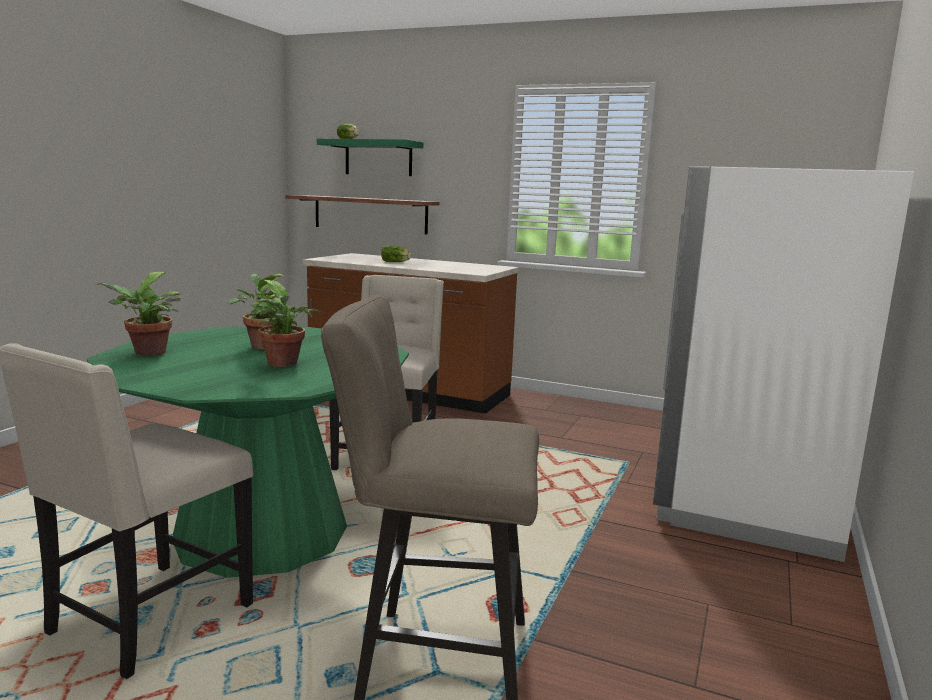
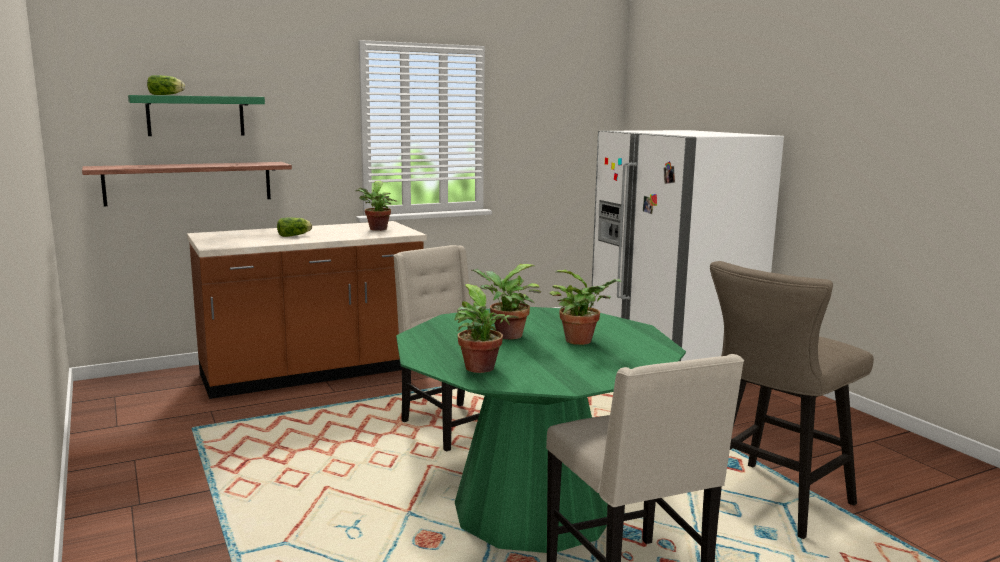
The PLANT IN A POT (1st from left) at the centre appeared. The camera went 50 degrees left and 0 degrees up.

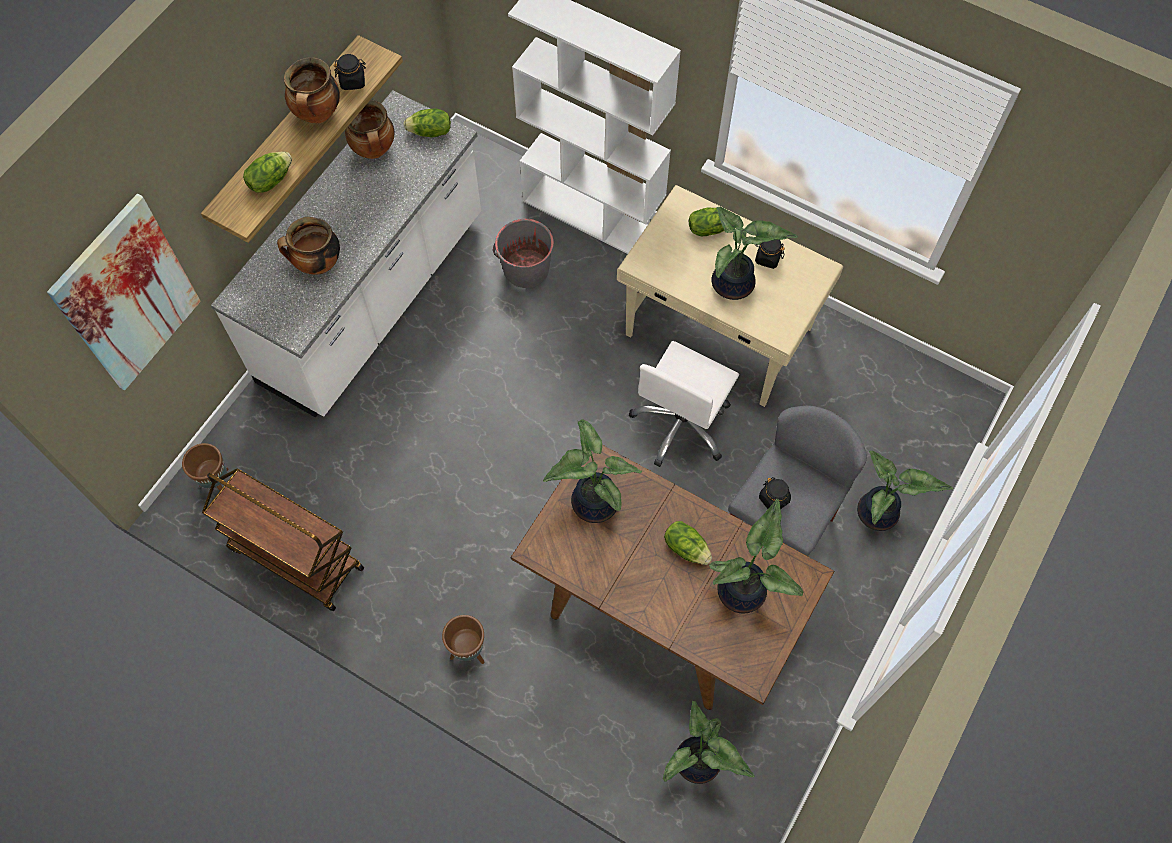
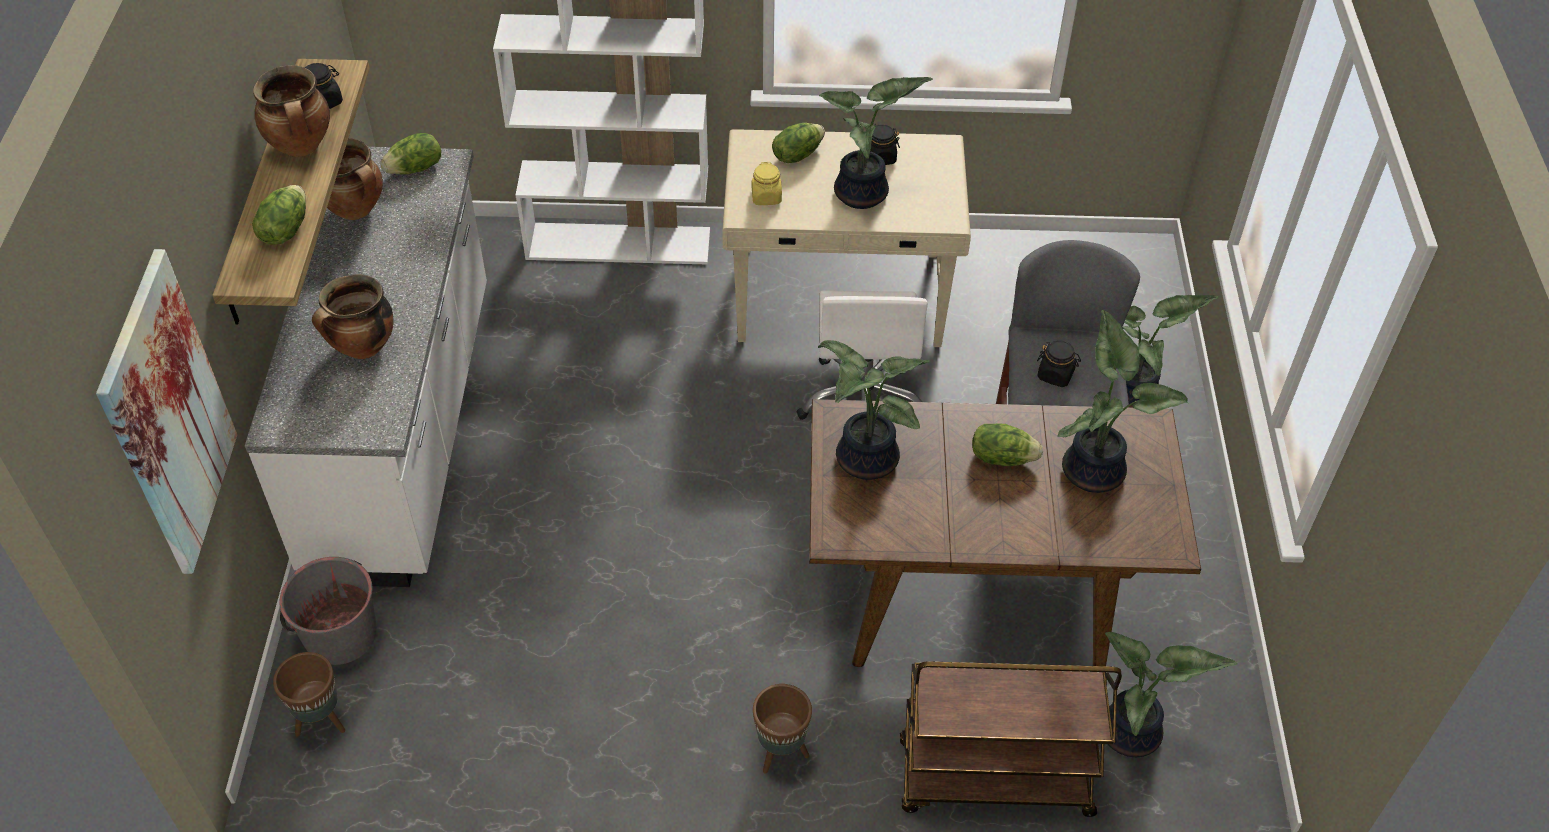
The GRAY PAIL moved from the top centre to the bottom left. The BROWN CART moved from the middle left to the bottom centre. The YELLOW-COLOURED STORAGE JAR at the top centre appeared. The camera went 30 degrees left and 15 degrees down.

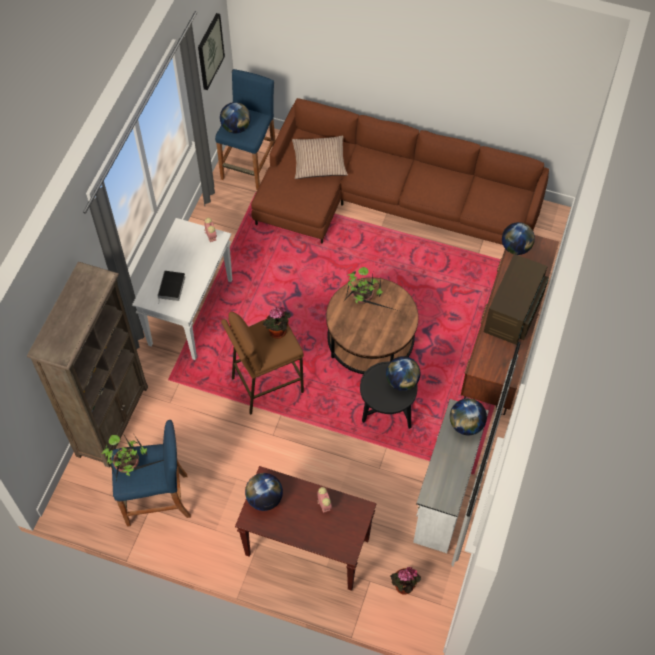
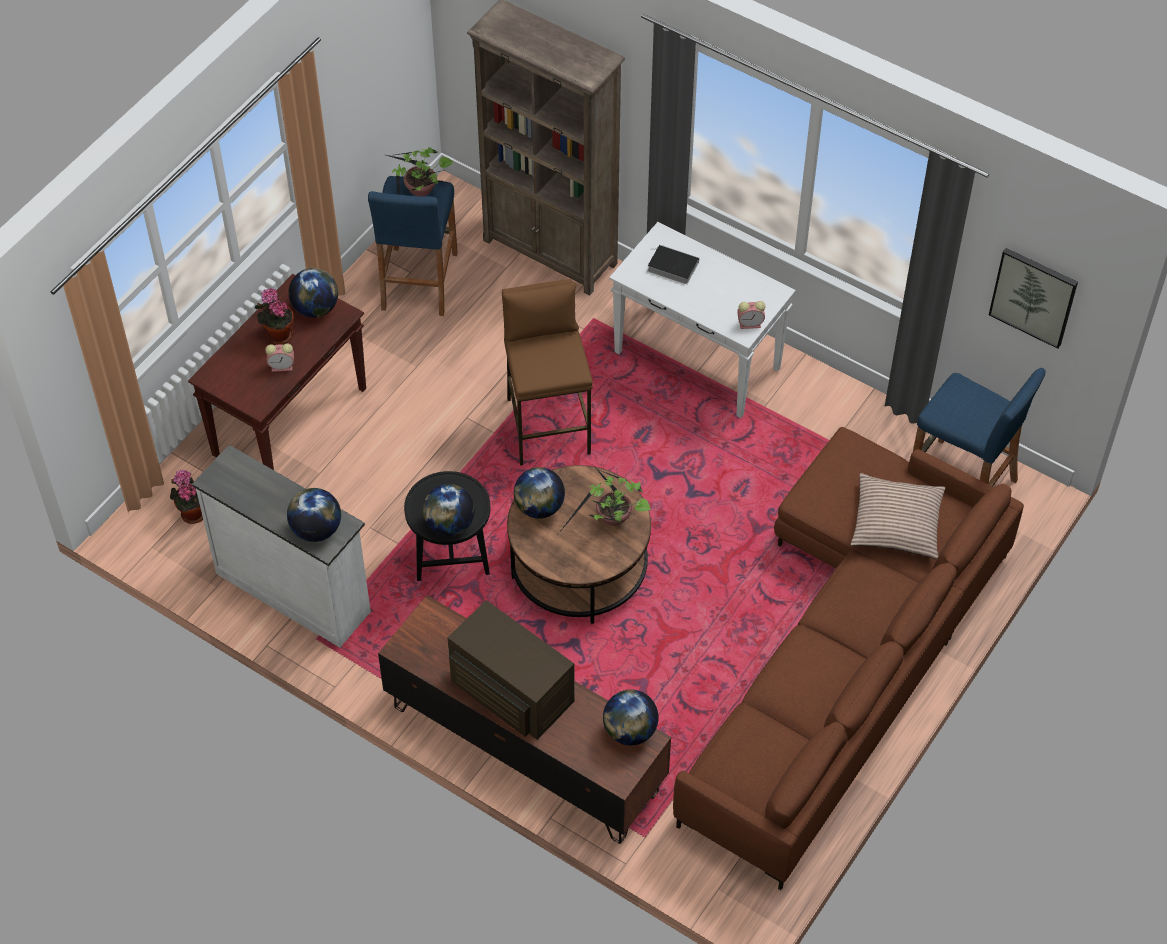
The GLOBE (1st from left in the first image) moved from the top centre to the centre. The PLANT IN A POT (2nd from left) moved from the centre to the middle left. The camera went 105 degrees right and 5 degrees down.

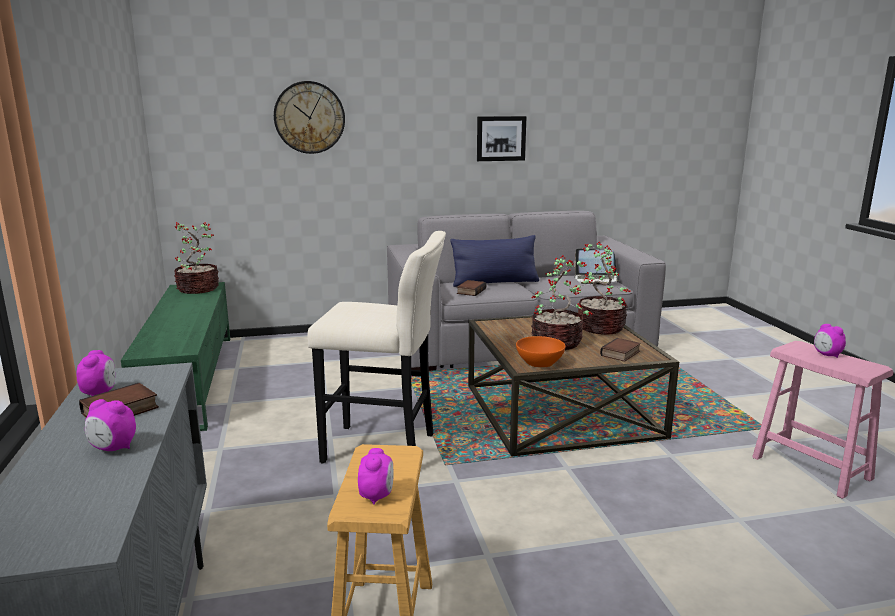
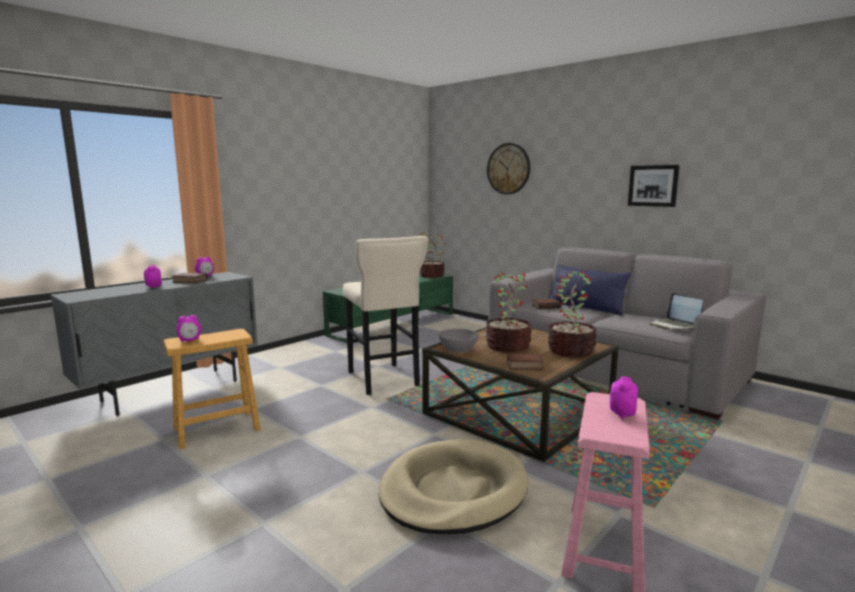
The ORANGE-COLOURED BOWL at the centre became the GRAY BOWL at the centre. The BEIGE-COLOURED DOG CUSHION at the bottom centre appeared. The camera went 55 degrees right and 5 degrees down.

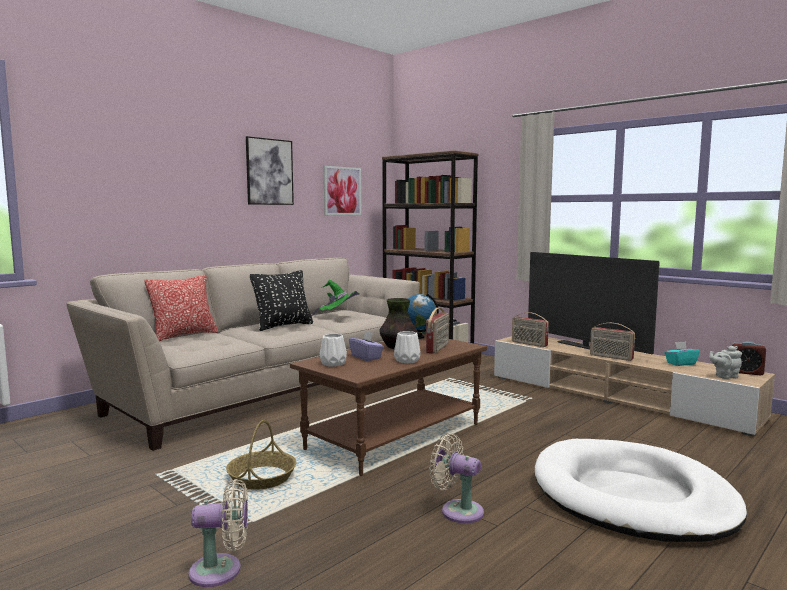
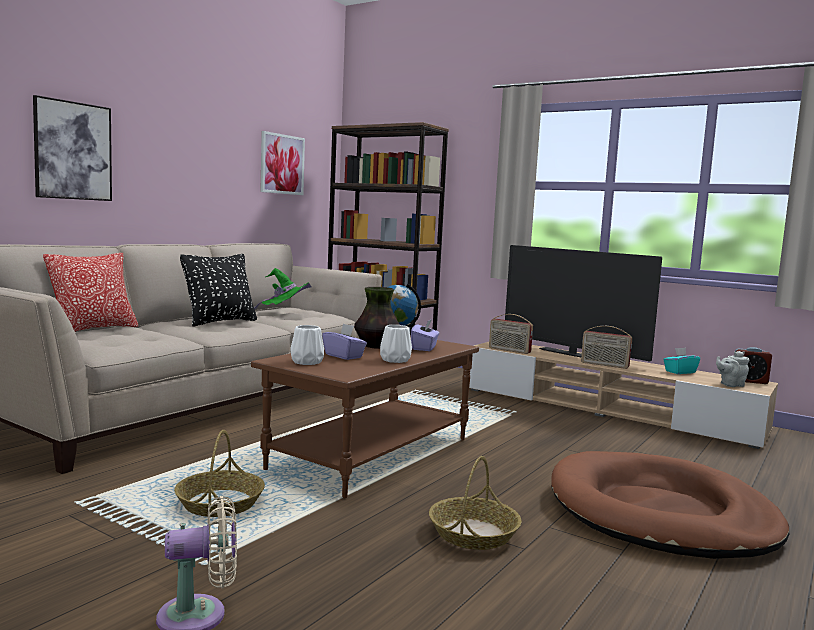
The WALL ART (1st from left) moved from the top centre to the top left. The RADIO (1st from left) at the centre was replaced by the PURPLISH TISSUE BOX (2nd from left) at the centre. The BEIGE-COLOURED ELECTRIC FAN (2nd from left) at the bottom centre was replaced by the BASKET (2nd from left) at the bottom centre. The WHITE-COLOURED DOG CUSHION at the bottom right became the BROWN DOG CUSHION at the bottom right. The camera went 10 degrees left and 0 degrees up.

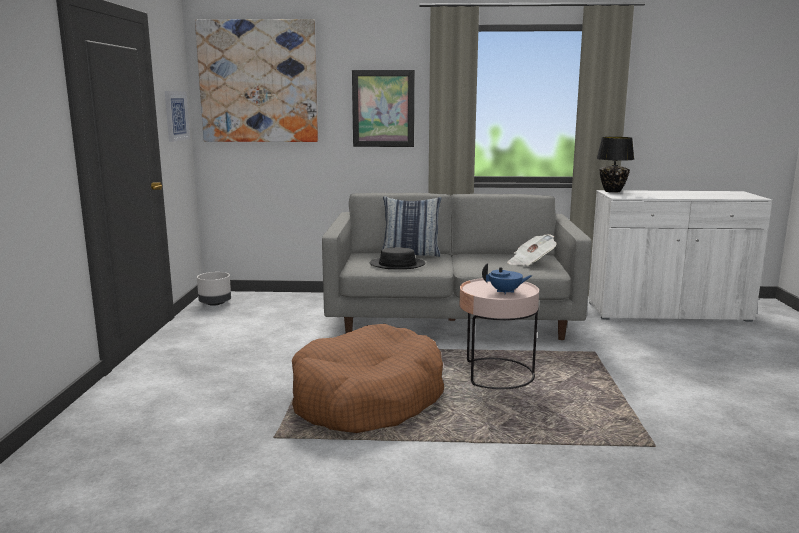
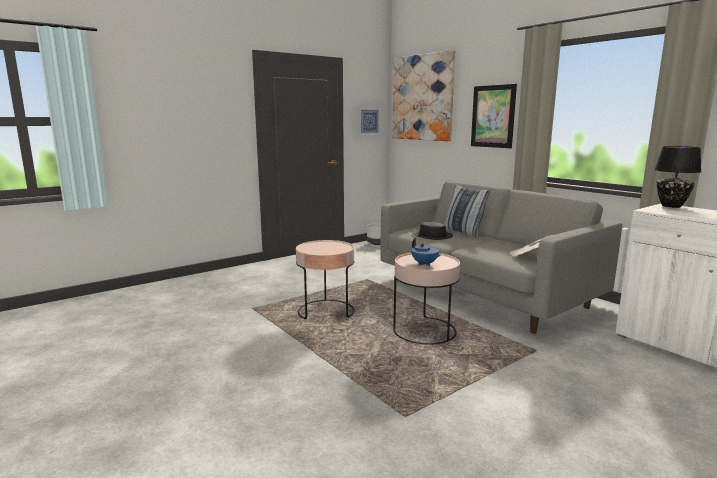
The BROWN DOG CUSHION at the bottom centre was replaced by the PINKISH SIDE TABLE (1st from left) at the centre. The camera went 50 degrees right and 0 degrees up.

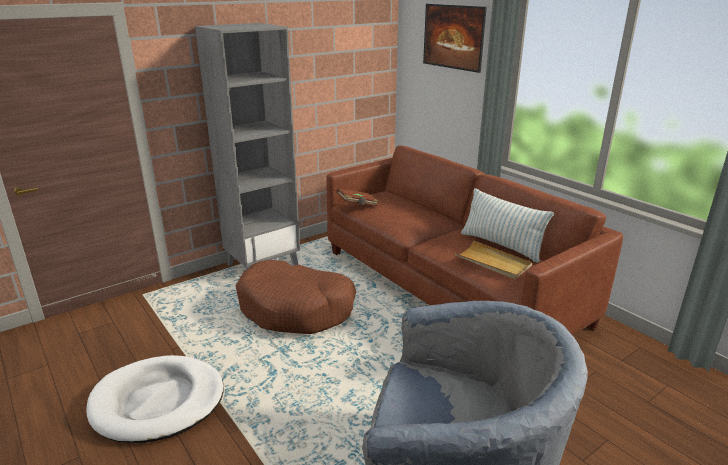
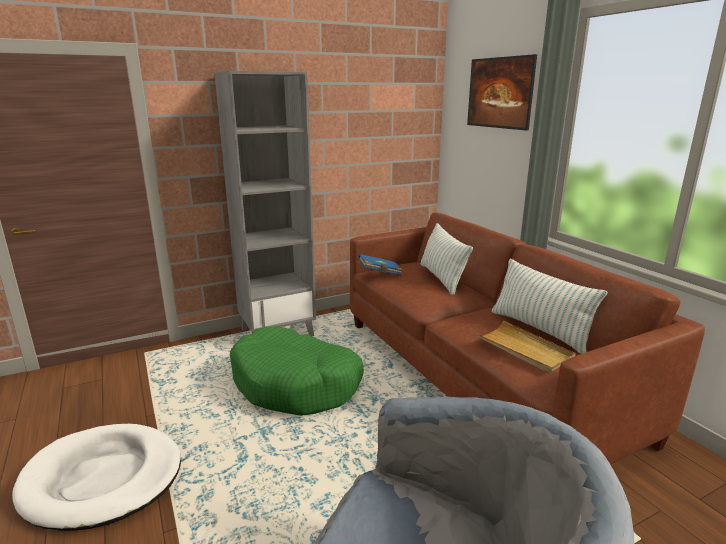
The BROWN VOLUME at the centre became the BLUISH VOLUME at the centre. The BROWN DOG CUSHION at the centre became the GREEN-COLOURED DOG CUSHION at the bottom centre. The PILLOW (1st from left) at the centre appeared. The camera went 10 degrees right and 5 degrees down.

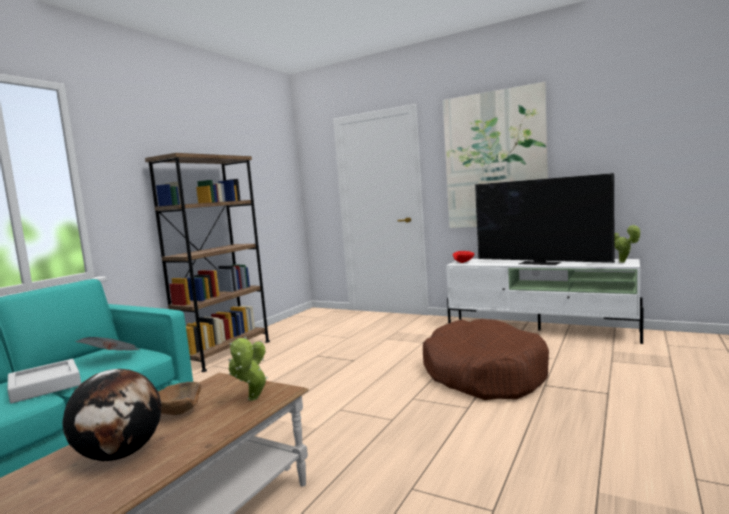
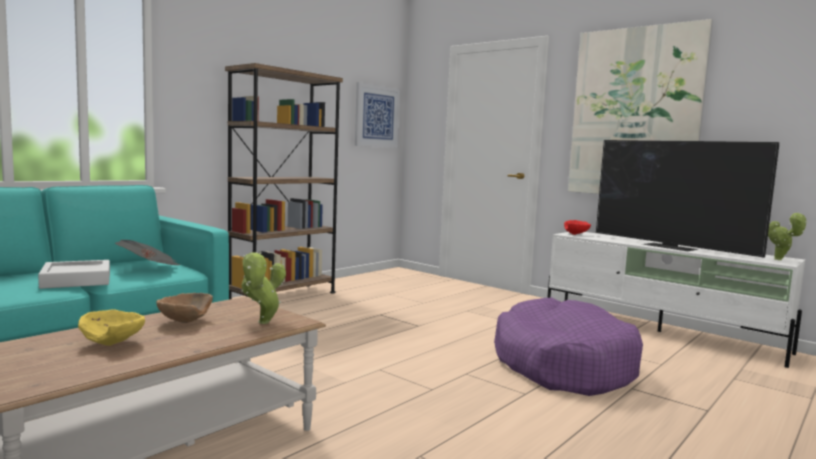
The BROWN DOG CUSHION at the bottom right became the PURPLISH DOG CUSHION at the bottom right. The GLOBE at the bottom left was replaced by the YELLOW-COLOURED BOWL at the bottom left. The WALL ART (1st from left) at the top centre appeared. The camera went 10 degrees right and 0 degrees up.

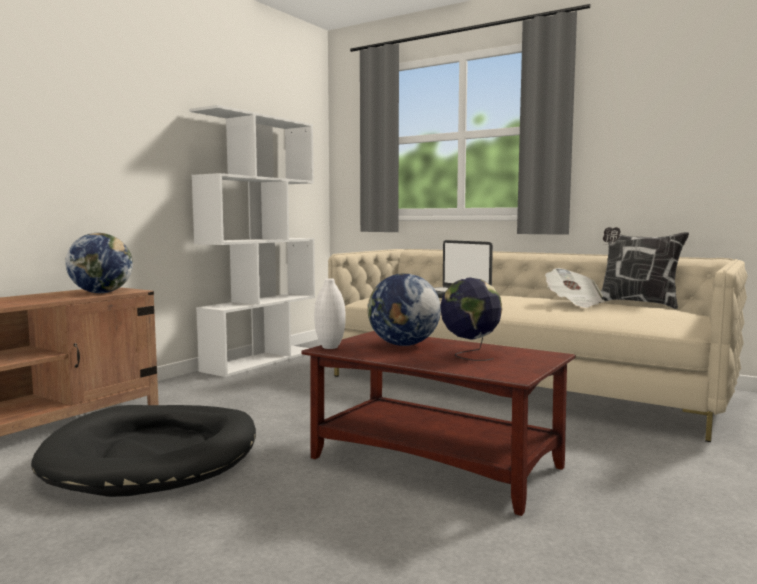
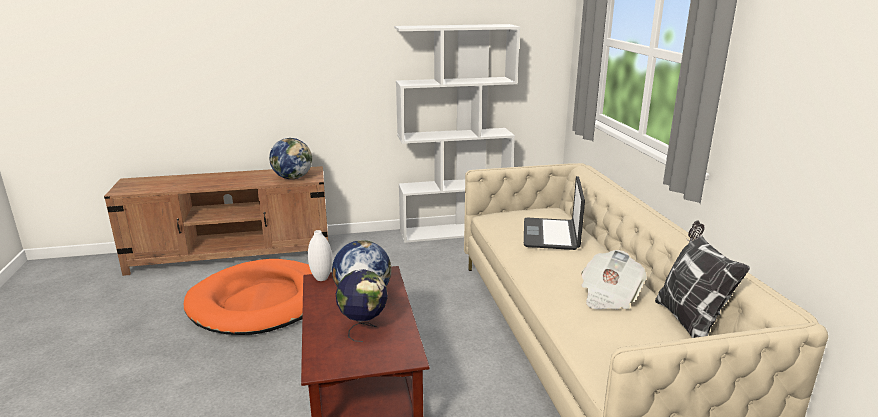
The BLACK-COLOURED DOG CUSHION at the bottom left became the ORANGE-COLOURED DOG CUSHION at the bottom left. The camera went 45 degrees right and 15 degrees up.

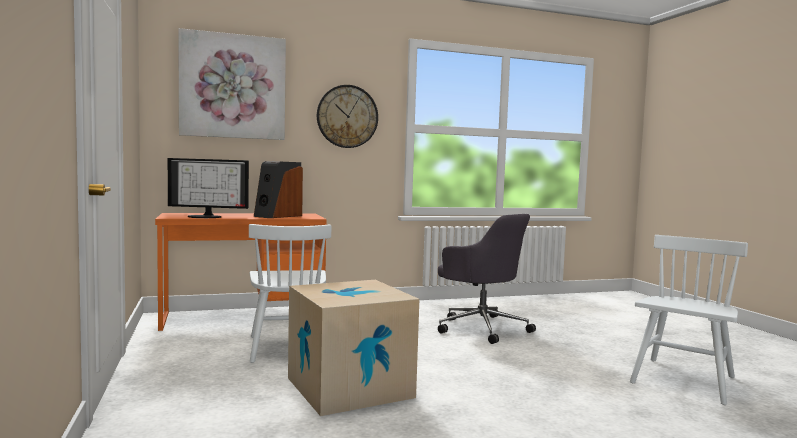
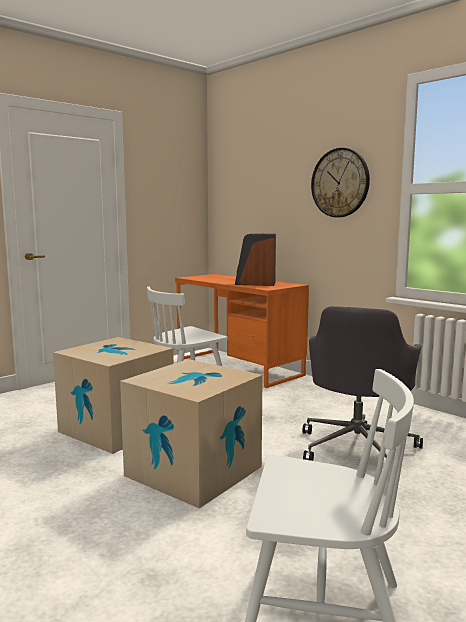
The WALL ART at the top left disappeared. The COMPUTER DISPLAY at the middle left disappeared. The CARTON (2nd from left) at the bottom centre appeared. The camera went 65 degrees right and 5 degrees up.

